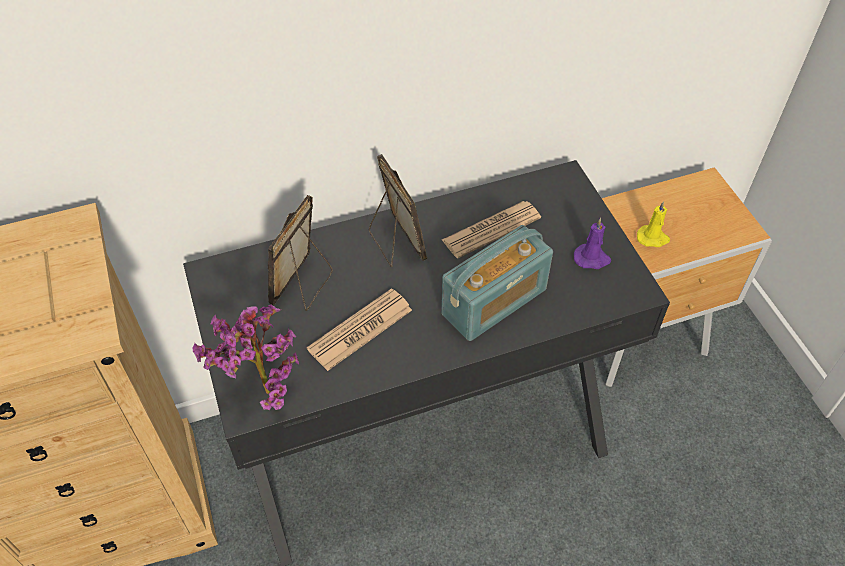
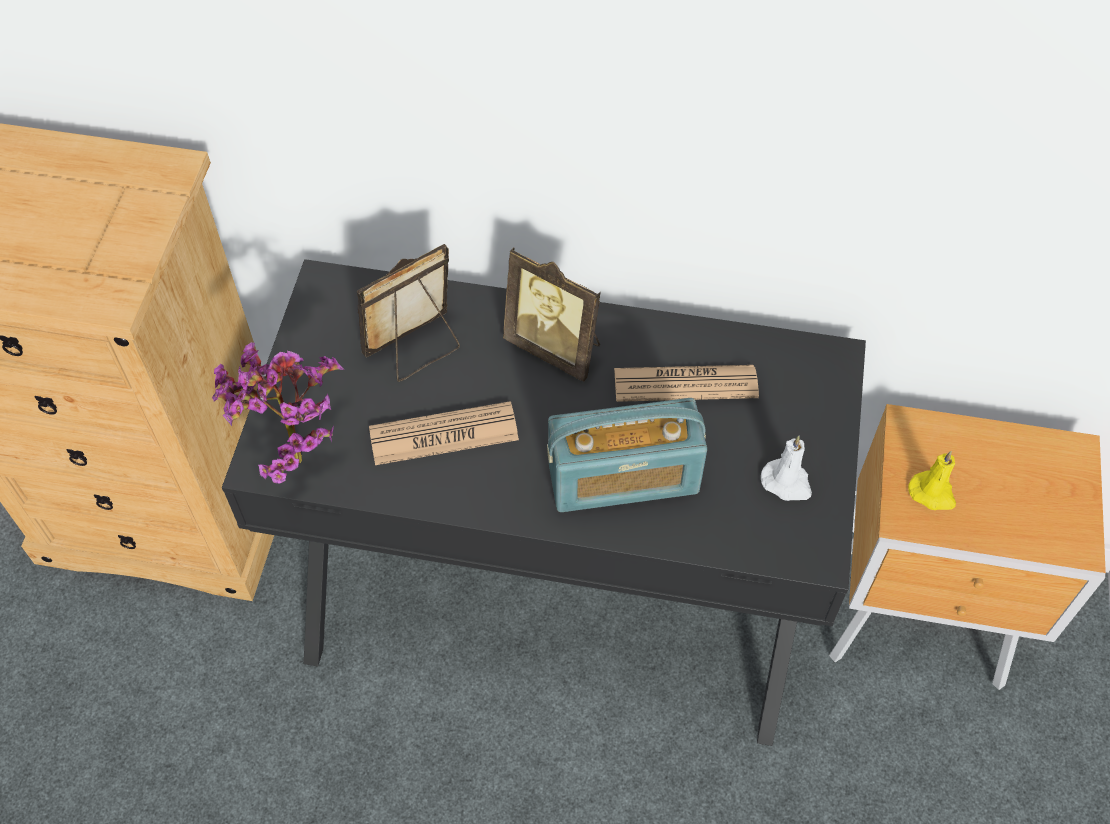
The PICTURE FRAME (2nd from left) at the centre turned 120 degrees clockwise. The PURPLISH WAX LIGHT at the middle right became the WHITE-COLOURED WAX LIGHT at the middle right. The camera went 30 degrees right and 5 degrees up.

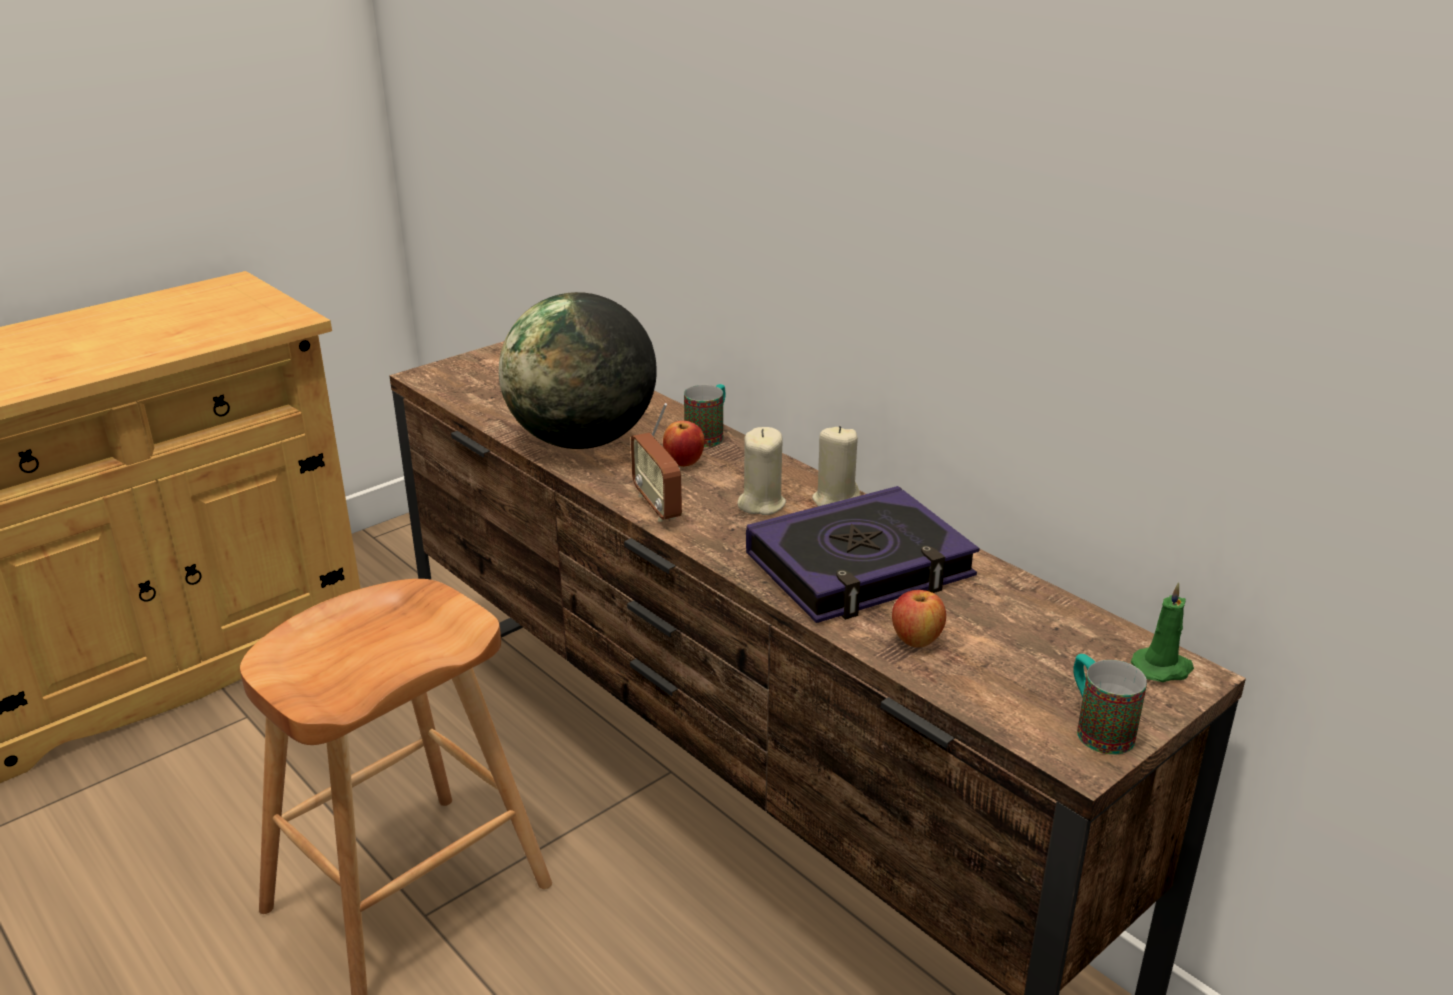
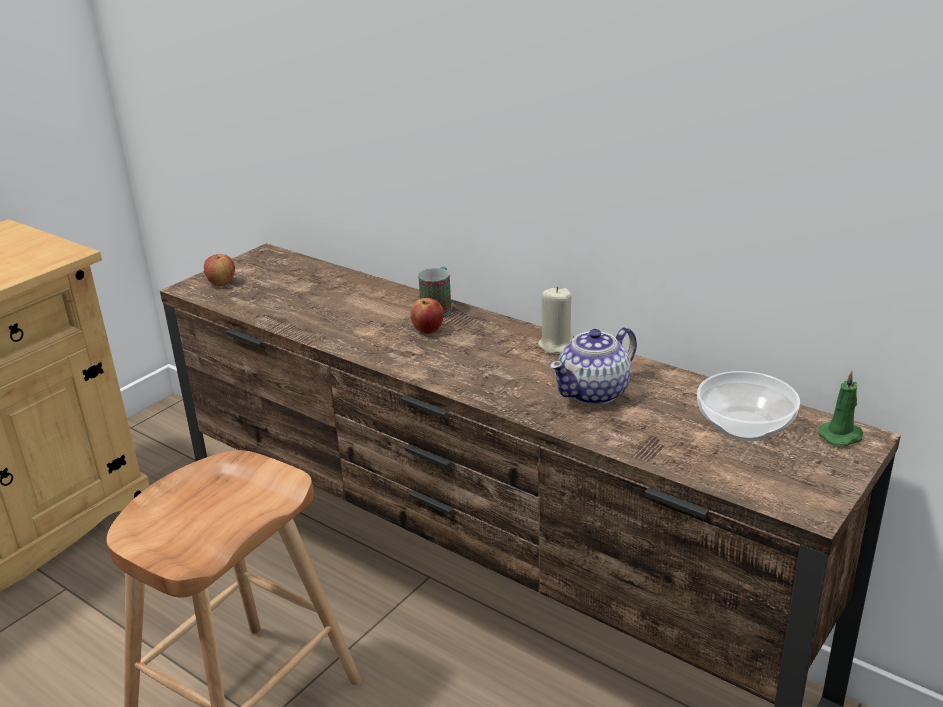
The GLOBE at the centre disappeared. The RADIO at the centre disappeared. The BEIGE-COLOURED WAX LIGHT (1st from left) at the centre disappeared. The VOLUME at the centre was replaced by the POT FOR TEA at the centre. The APPLE FRUIT (2nd from left in the first image) moved from the centre to the middle left. The COFFEE MUG (2nd from left) at the bottom right disappeared. The BOWL at the middle right appeared. The camera went 10 degrees left and 0 degrees up.

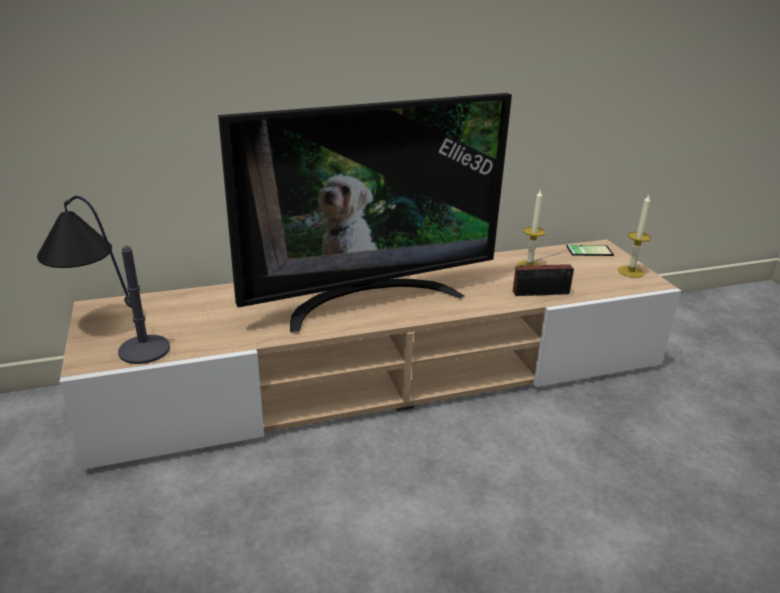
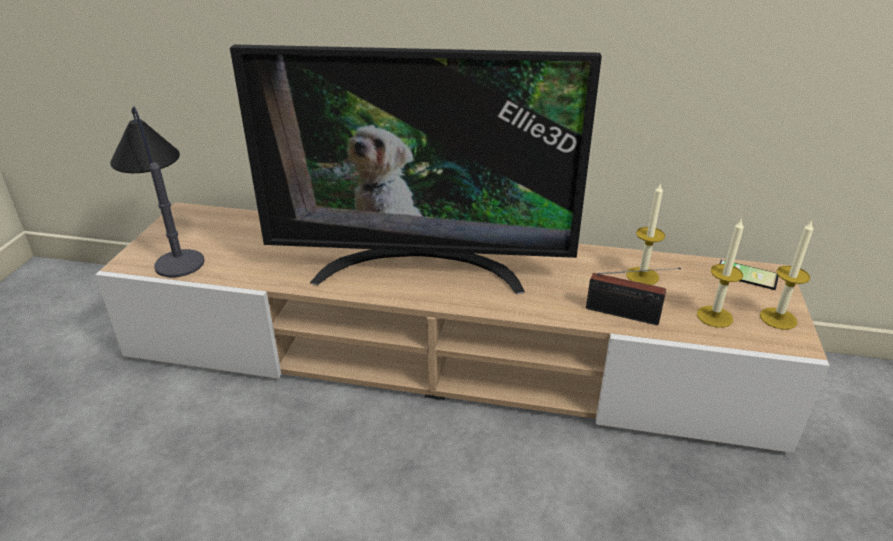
The WAX LIGHT (2nd from left) at the middle right appeared. The camera went 30 degrees right and 5 degrees up.

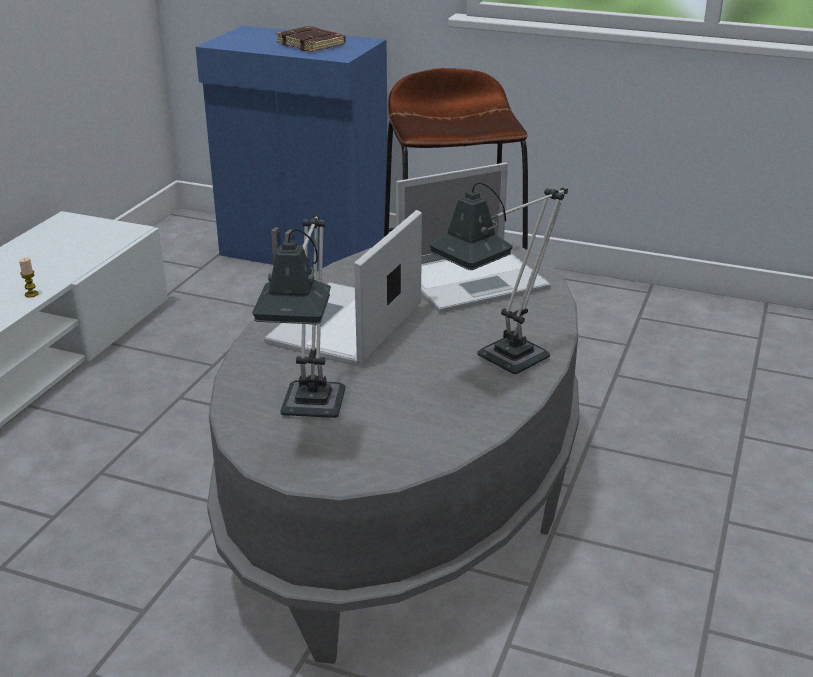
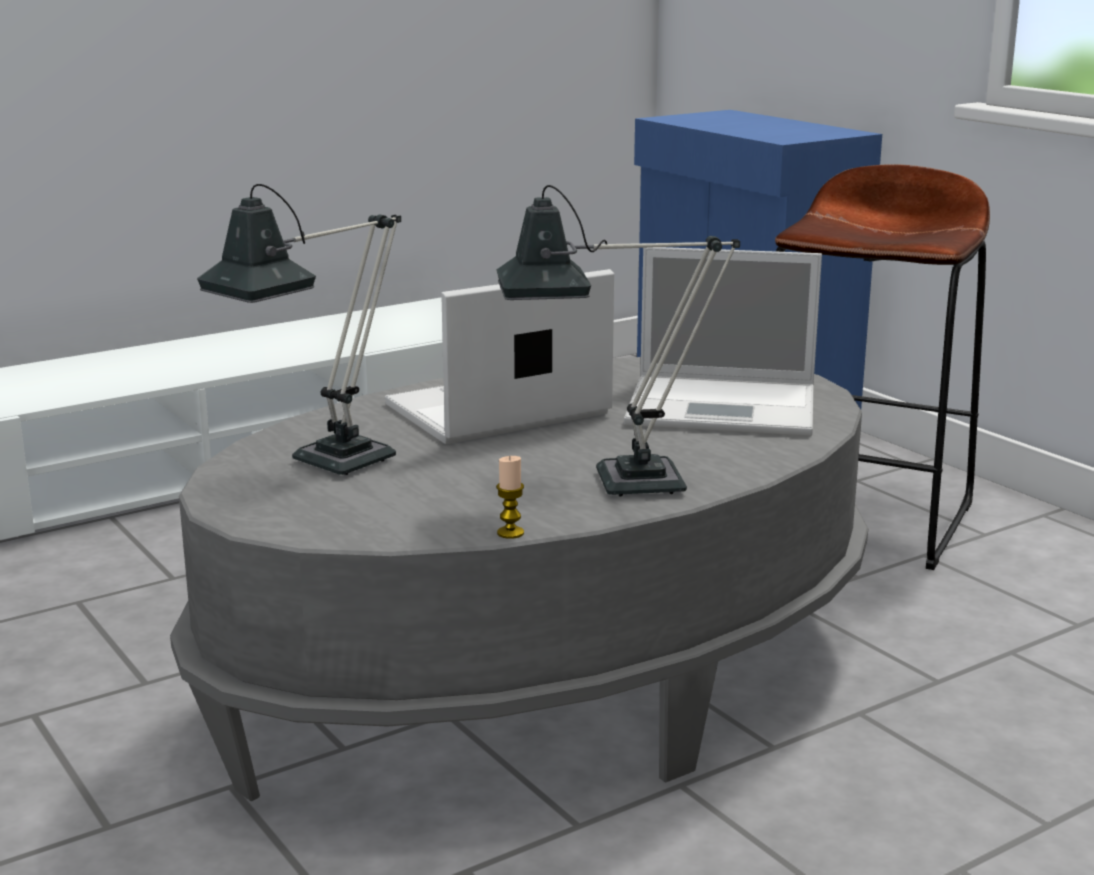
The BROWN VOLUME at the top centre disappeared. The WAX LIGHT moved from the middle left to the centre. The camera went 35 degrees right and 10 degrees down.

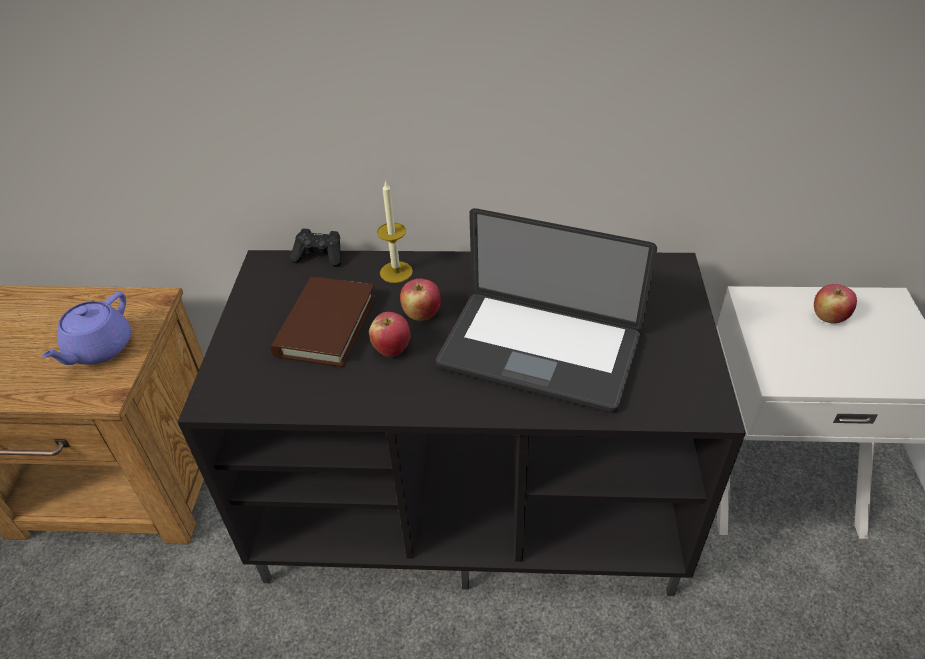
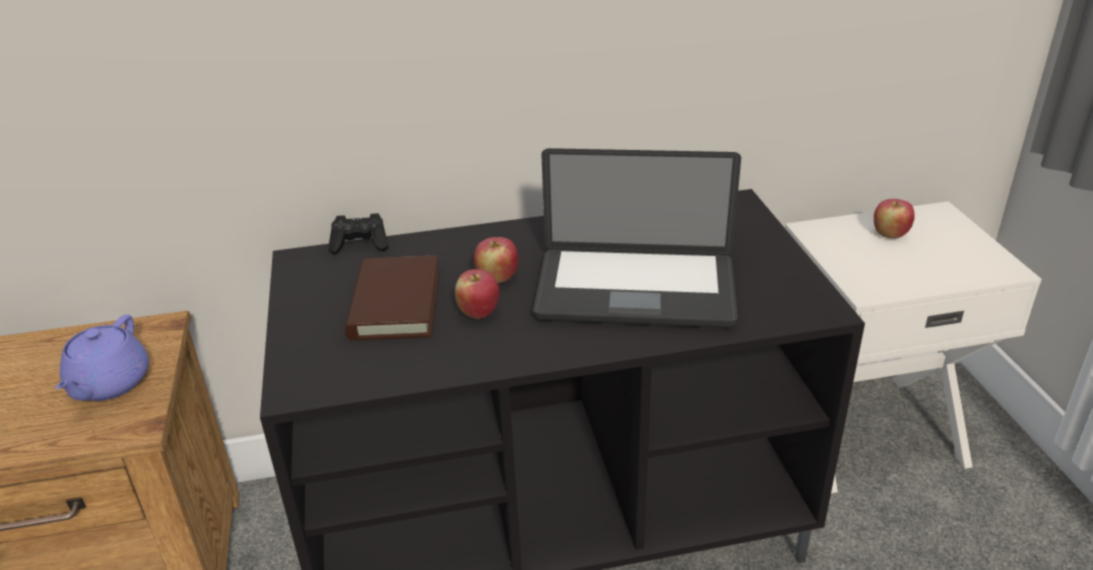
The WAX LIGHT at the centre disappeared. The camera went 15 degrees left and 10 degrees down.

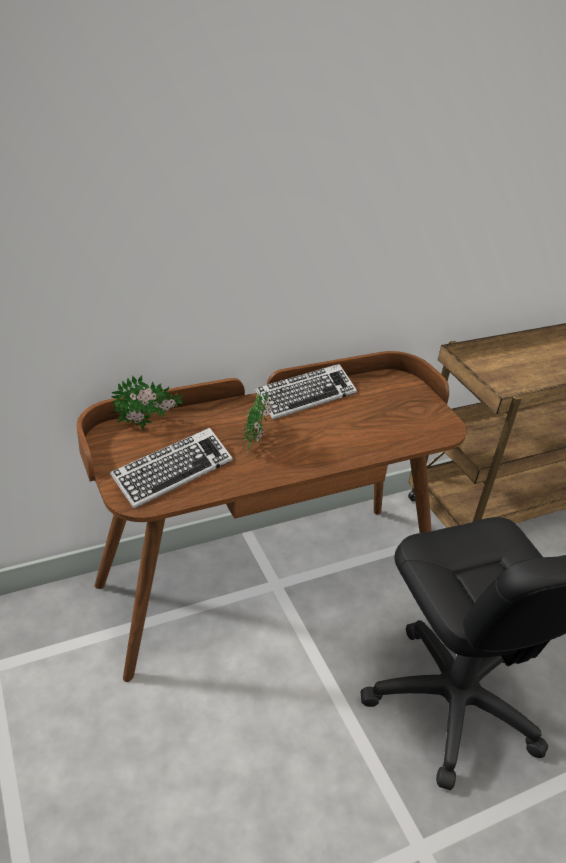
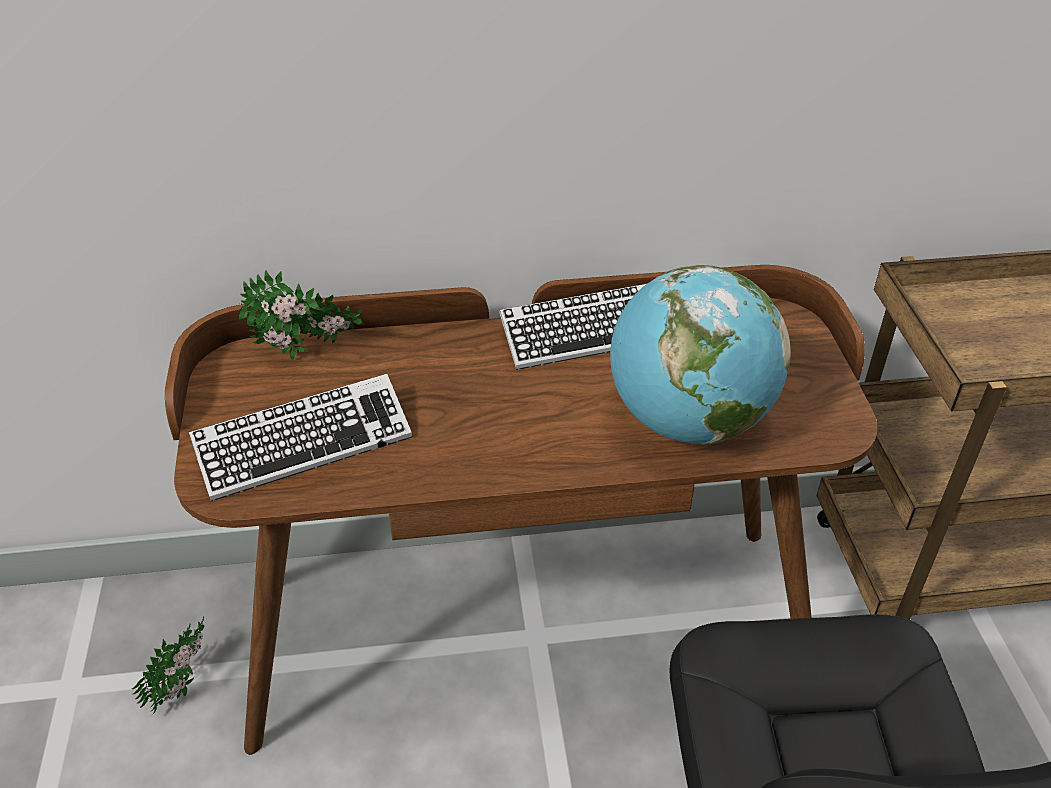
The PLANT IN A POT (2nd from left in the first image) moved from the centre to the bottom left. The GLOBE at the centre appeared. The camera went 20 degrees right and 5 degrees up.

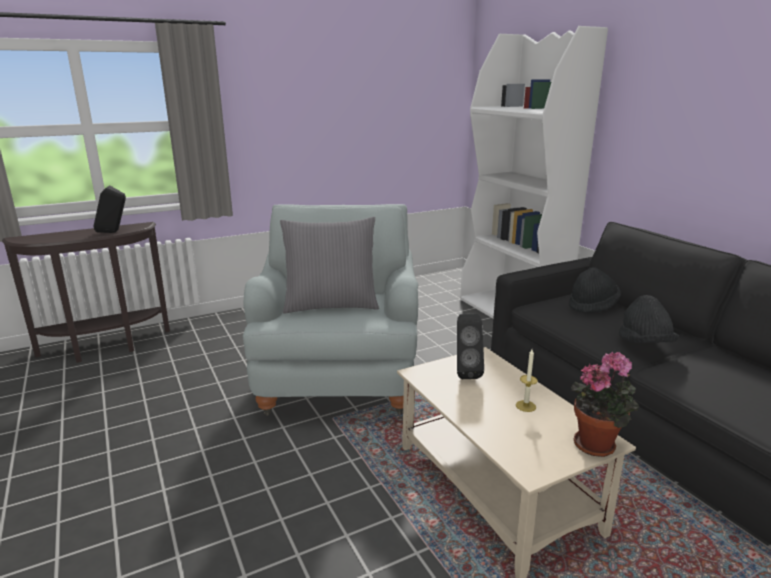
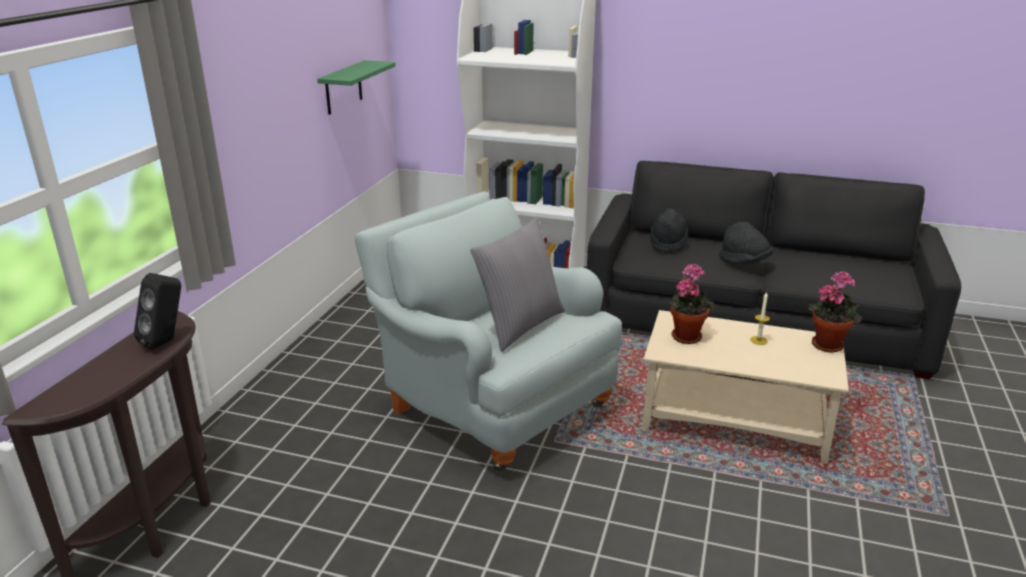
The BLACK-COLOURED AUDIO SPEAKER (2nd from left) at the centre was replaced by the PLANT IN A POT (1st from left) at the middle right. The GREEN-COLOURED BRACKET SHELF at the top centre appeared. The camera went 45 degrees left and 5 degrees up.

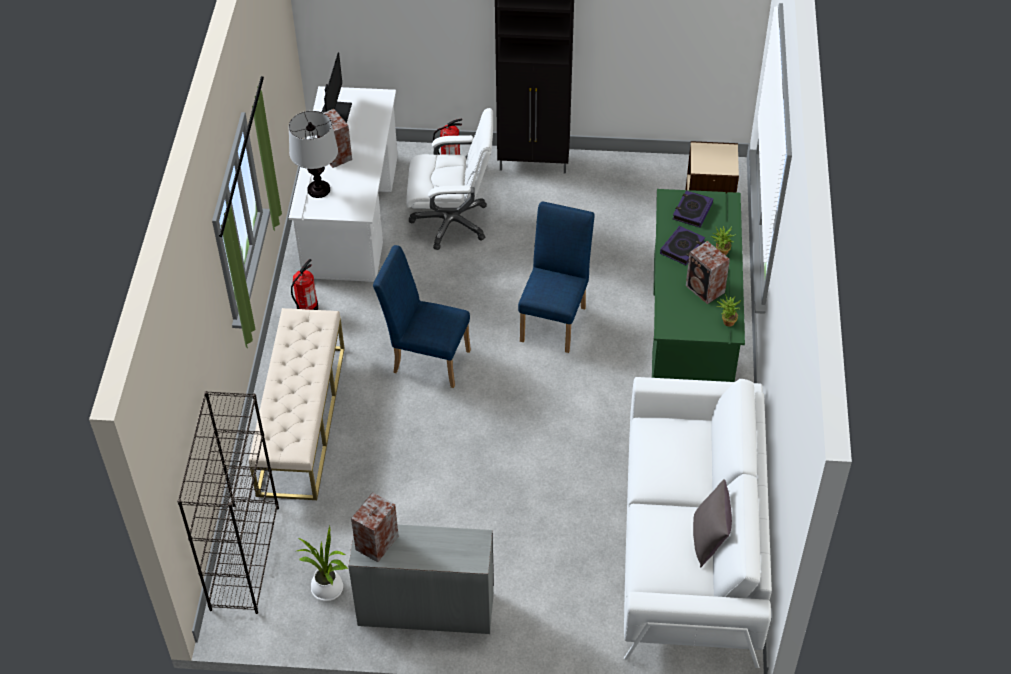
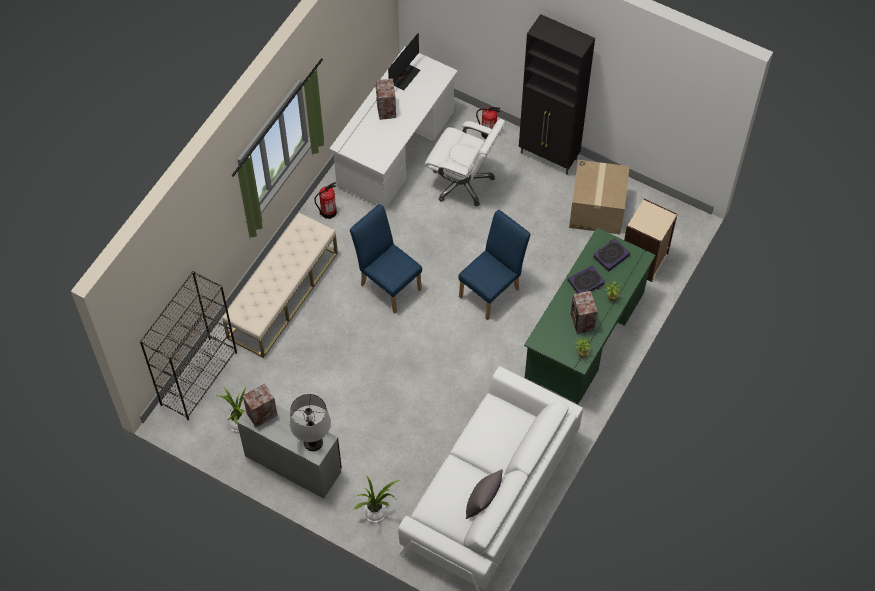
The LAMP FOR A TABLE moved from the top left to the bottom centre. The CARTON at the middle right appeared. The PLANT IN A POT (2nd from left) at the bottom centre appeared. The camera went 25 degrees right and 10 degrees up.

